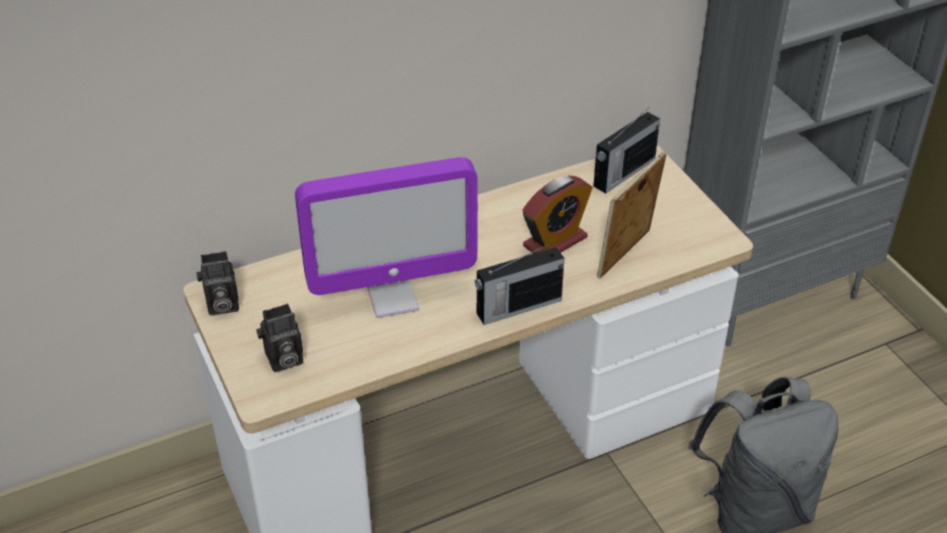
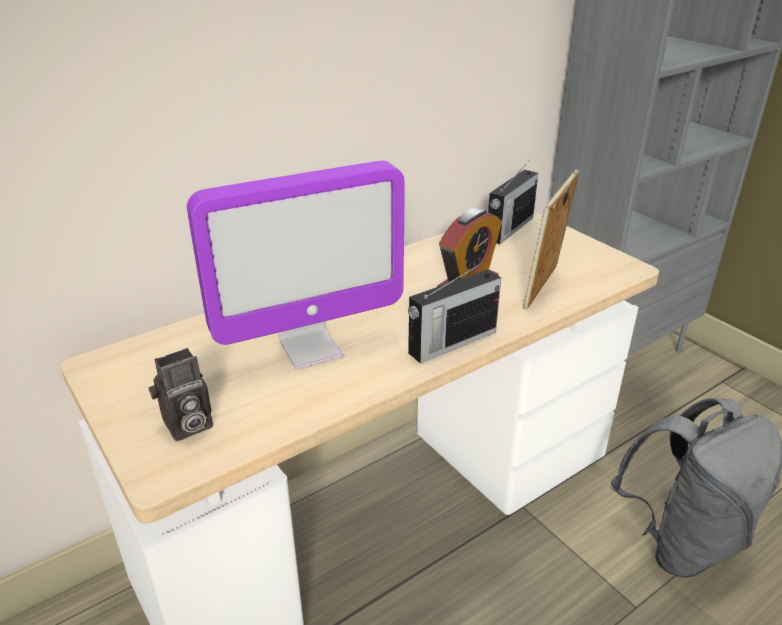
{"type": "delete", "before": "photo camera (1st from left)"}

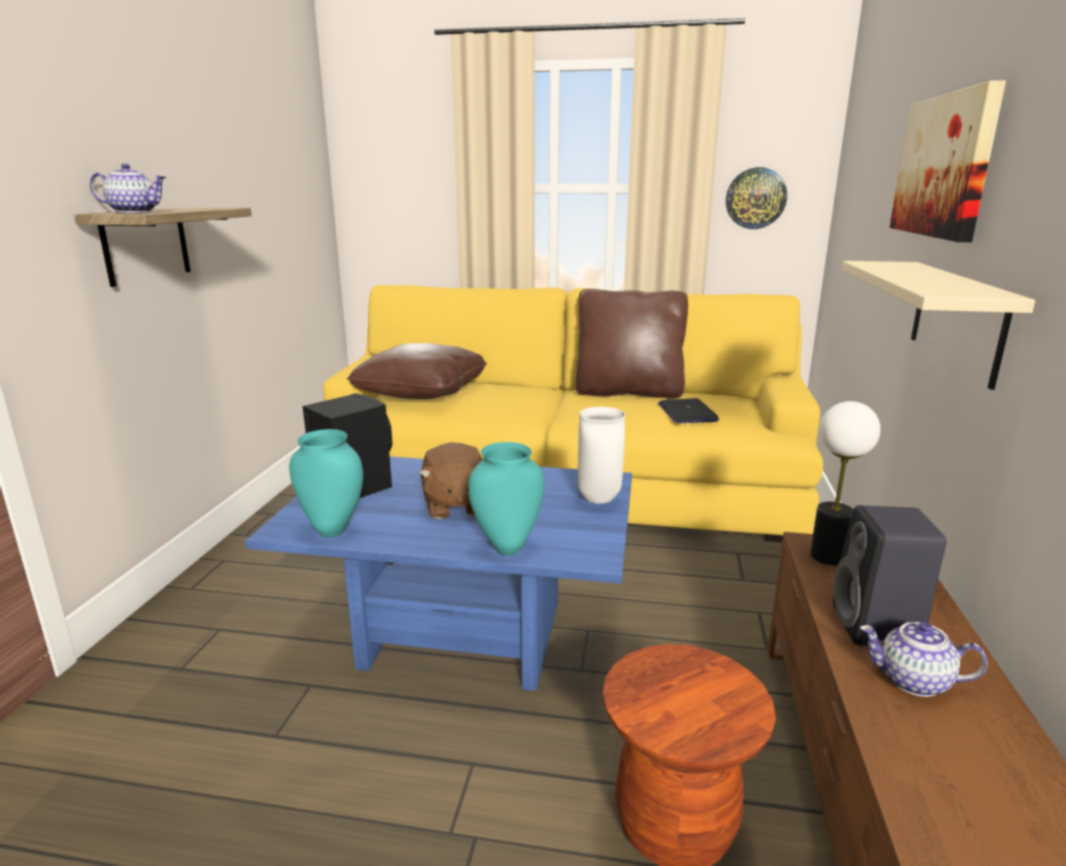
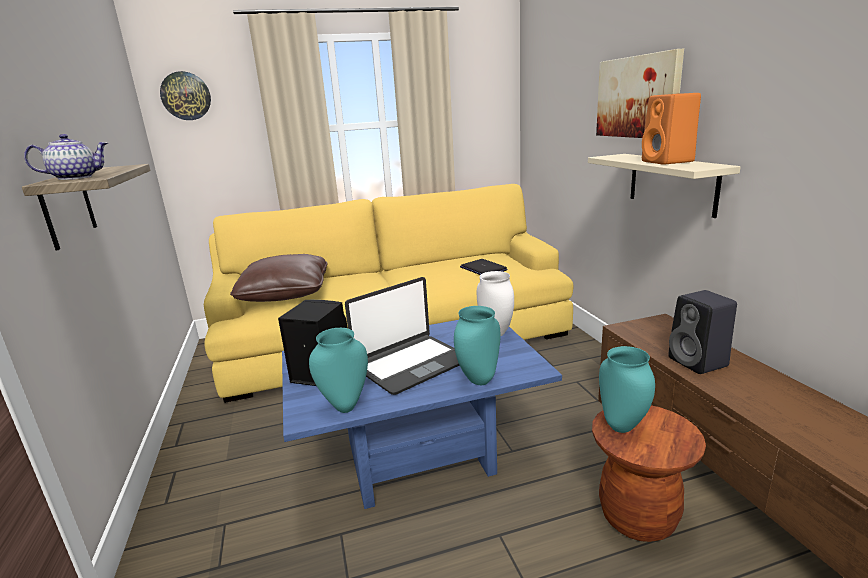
{"type": "move", "before": "wall clock"}
{"type": "replace", "before": "brown plush toy", "after": "laptop (1st from left)"}
{"type": "insert", "after": "turquoise vase (3rd from left)"}
{"type": "insert", "after": "orange speaker"}
{"type": "delete", "before": "brown pillow (2nd from left)"}
{"type": "delete", "before": "table lamp"}
{"type": "delete", "before": "teapot (2nd from left)"}

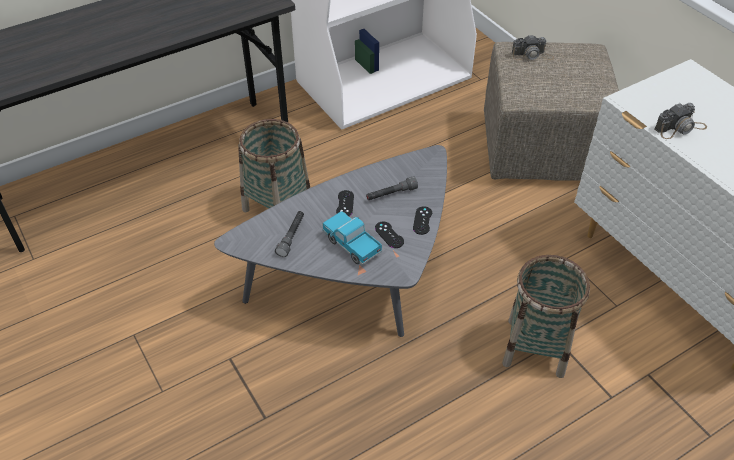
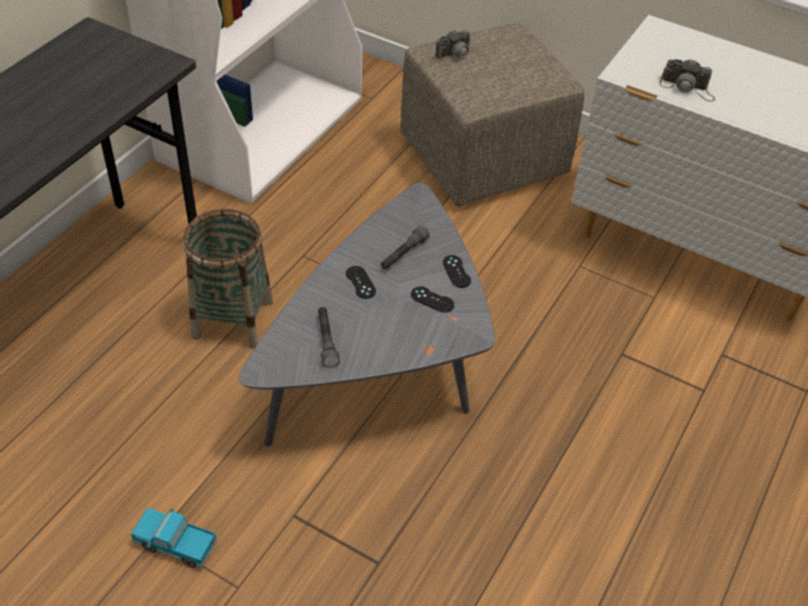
{"type": "move", "before": "toy truck"}
{"type": "rotate", "before": "photo camera (2nd from left)", "turn": 75}
{"type": "delete", "before": "basket (2nd from left)"}

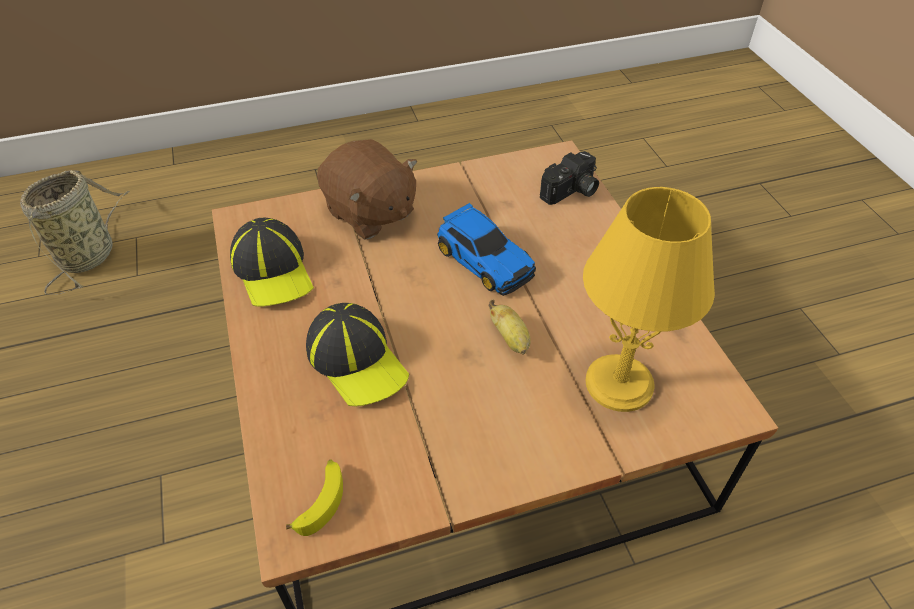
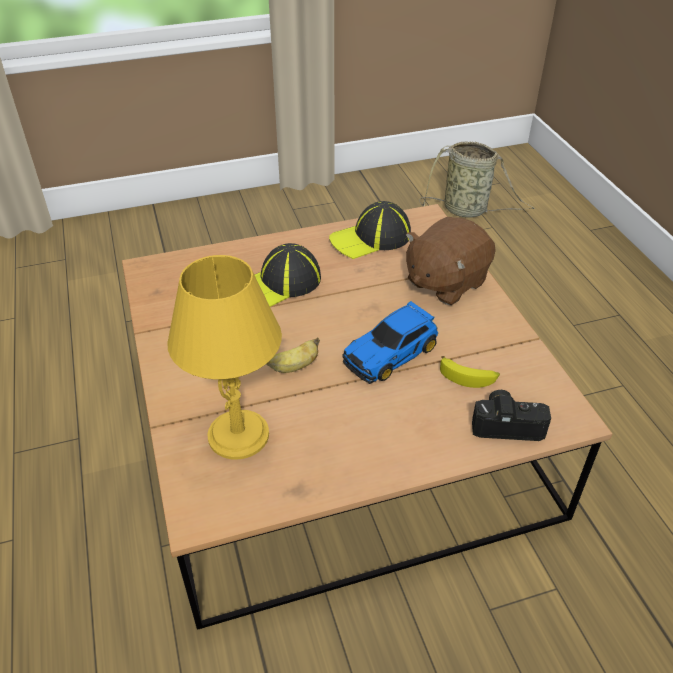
{"type": "move", "before": "banana (1st from left in the first image)", "after": "banana (2nd from left)"}
{"type": "rotate", "before": "photo camera", "turn": 135}

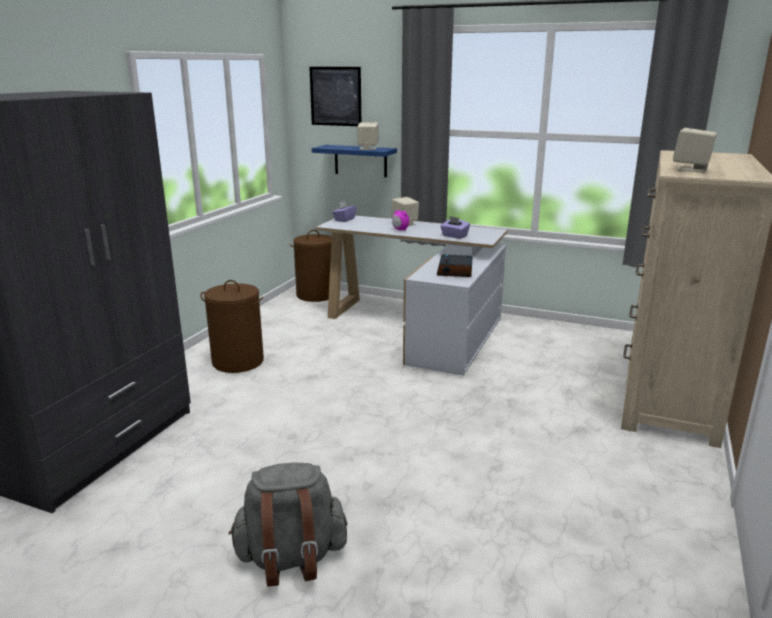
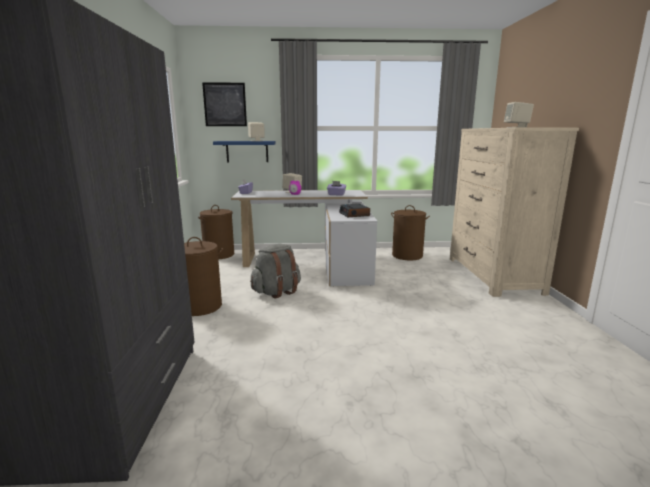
{"type": "move", "before": "grey backpack"}
{"type": "insert", "after": "brown laundry basket (3rd from left)"}

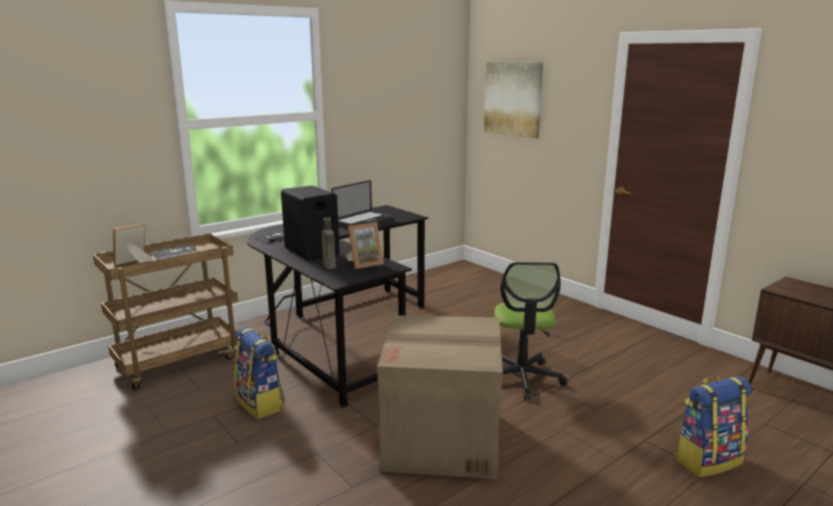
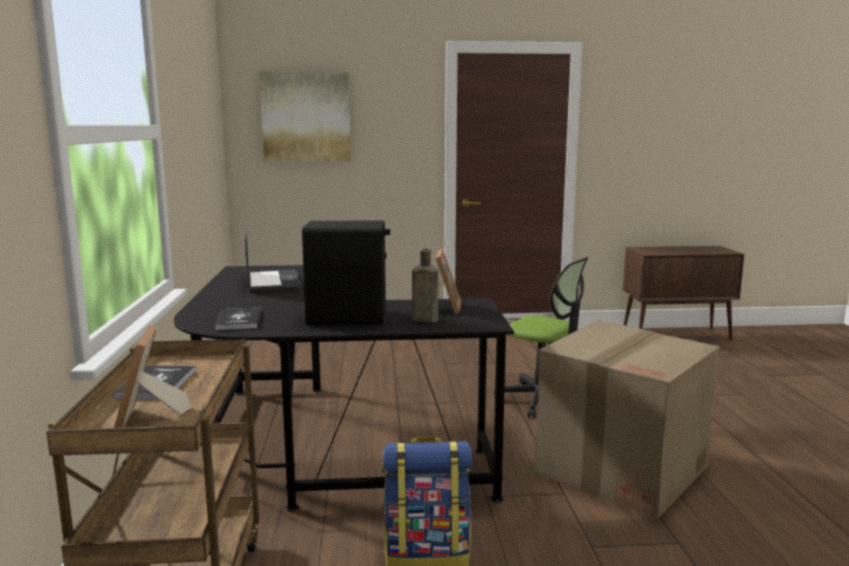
{"type": "delete", "before": "backpack (2nd from left)"}

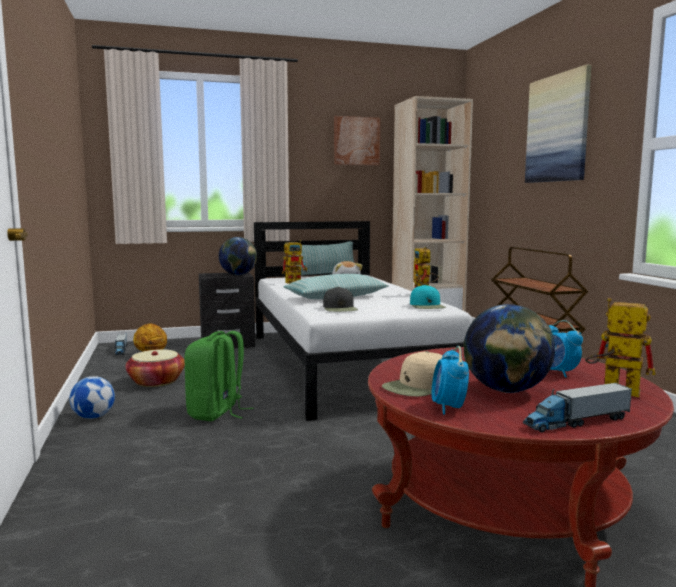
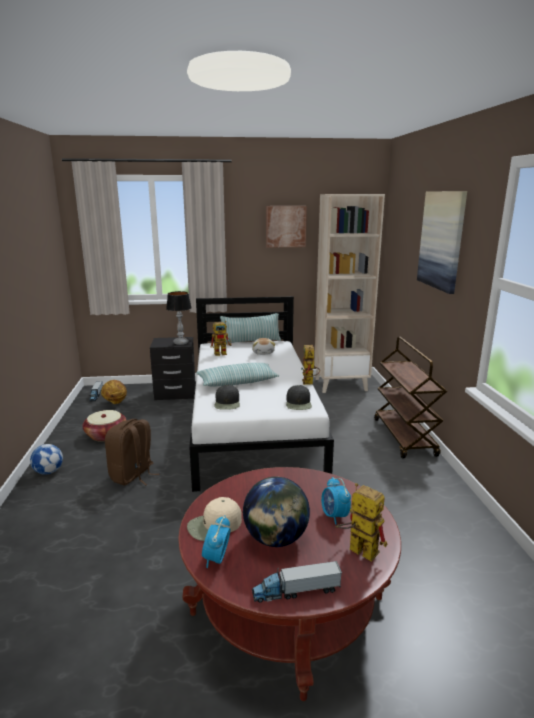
{"type": "recolor", "before": "green backpack", "after": "brown backpack"}
{"type": "replace", "before": "globe (1st from left)", "after": "table lamp"}
{"type": "recolor", "before": "turquoise cap", "after": "black cap (2nd from left)"}

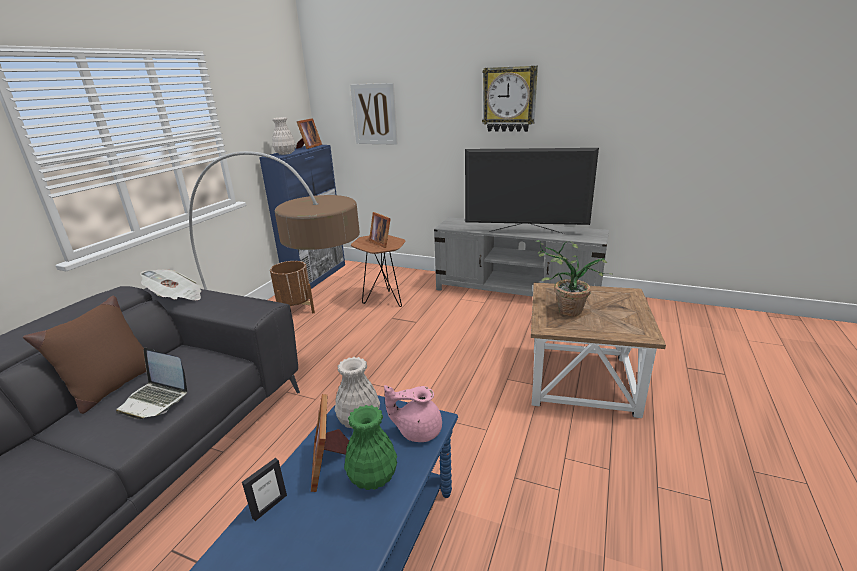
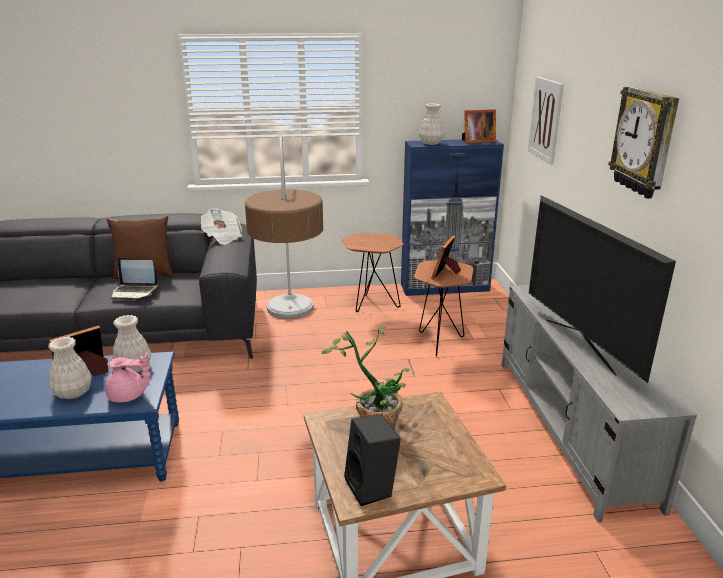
{"type": "recolor", "before": "green vase", "after": "white vase (1st from left)"}
{"type": "rotate", "before": "pink teapot", "turn": 120}
{"type": "rotate", "before": "laptop", "turn": -75}
{"type": "replace", "before": "brown planter", "after": "brown side table (1st from left)"}
{"type": "insert", "after": "black speaker"}
{"type": "delete", "before": "picture frame (1st from left)"}

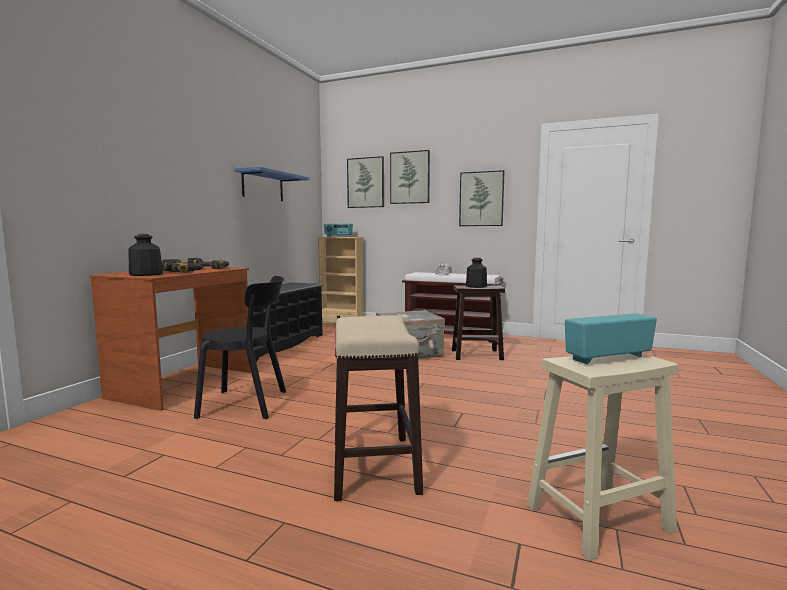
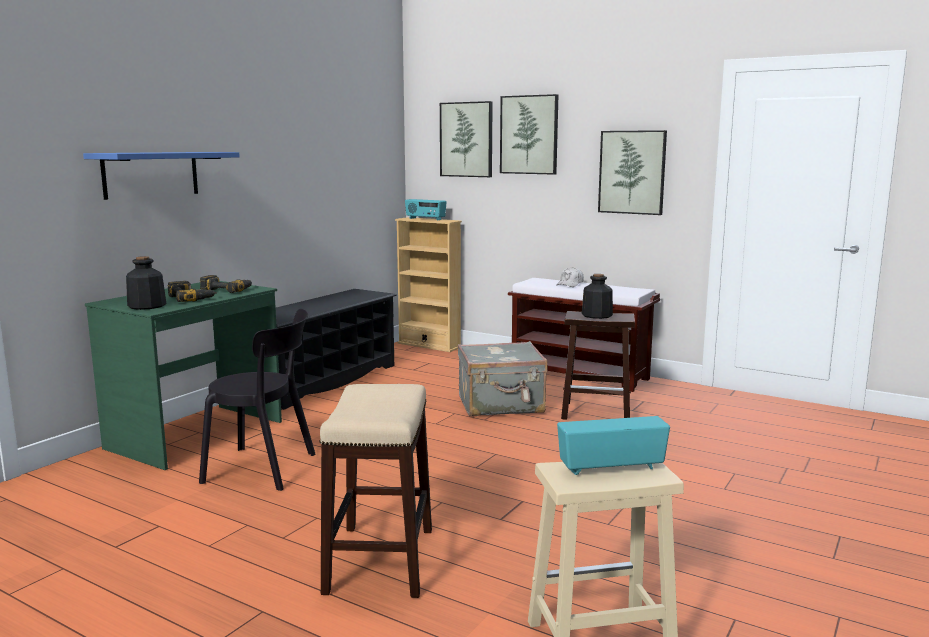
{"type": "move", "before": "blue shelf"}
{"type": "recolor", "before": "brown desk", "after": "green desk"}

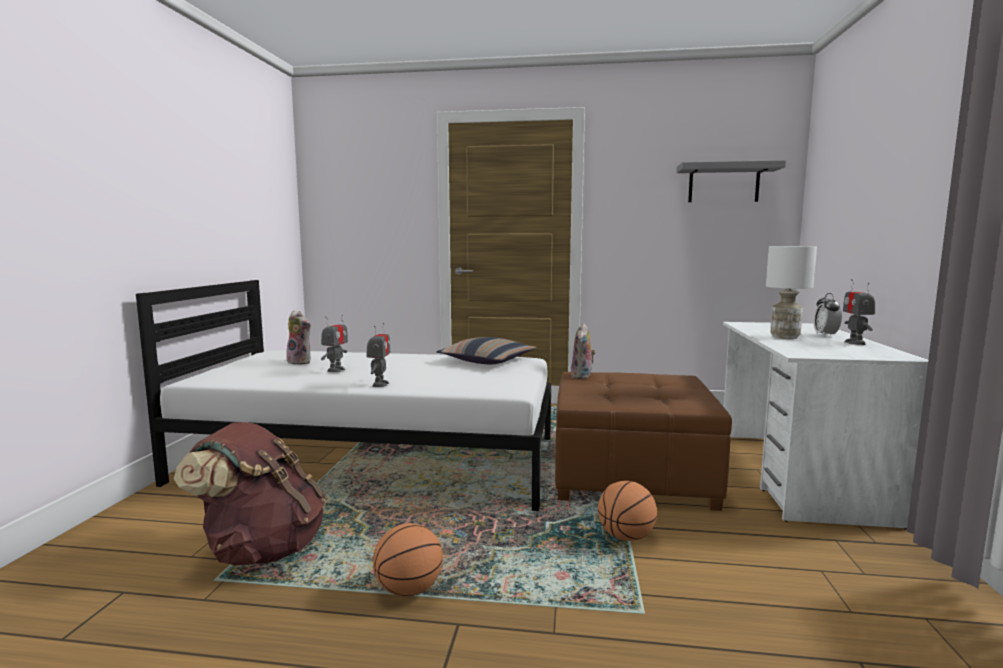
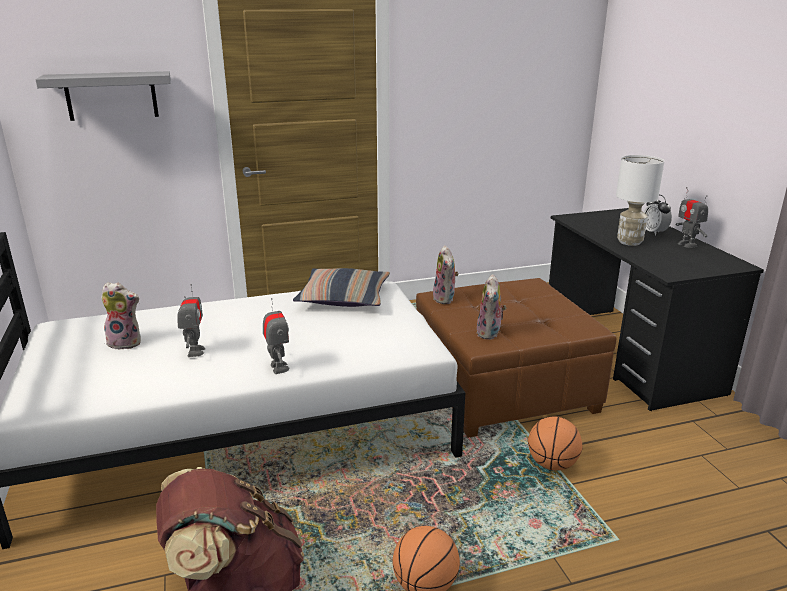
{"type": "move", "before": "grey shelf"}
{"type": "insert", "after": "plush toy (3rd from left)"}
{"type": "recolor", "before": "white desk", "after": "black desk"}

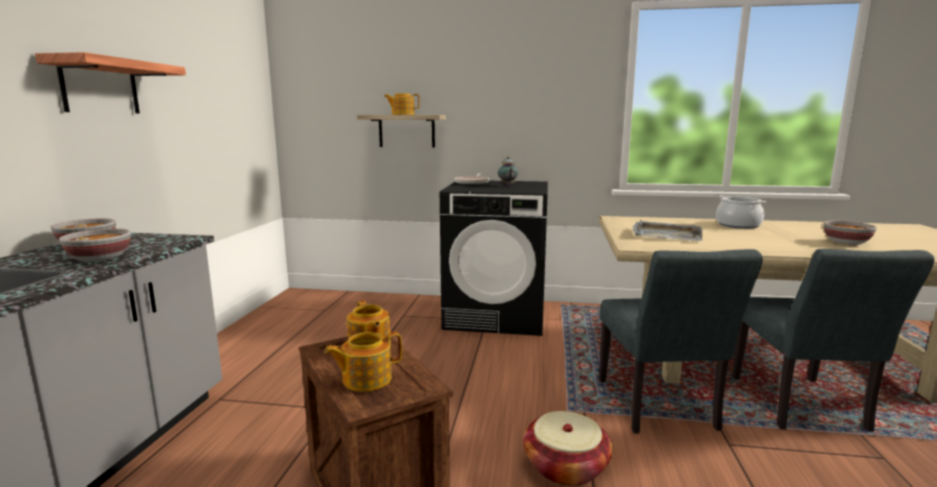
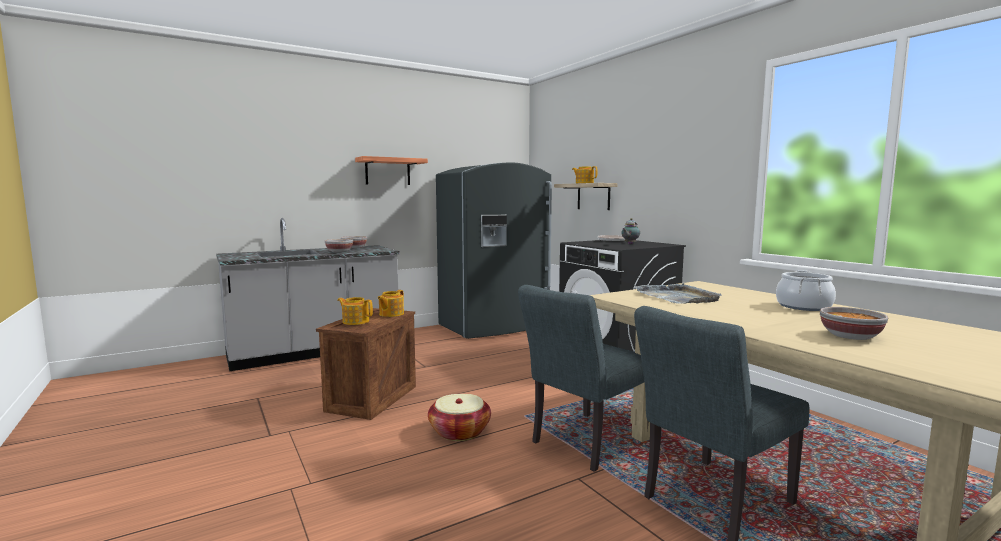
{"type": "insert", "after": "grey fridge"}

